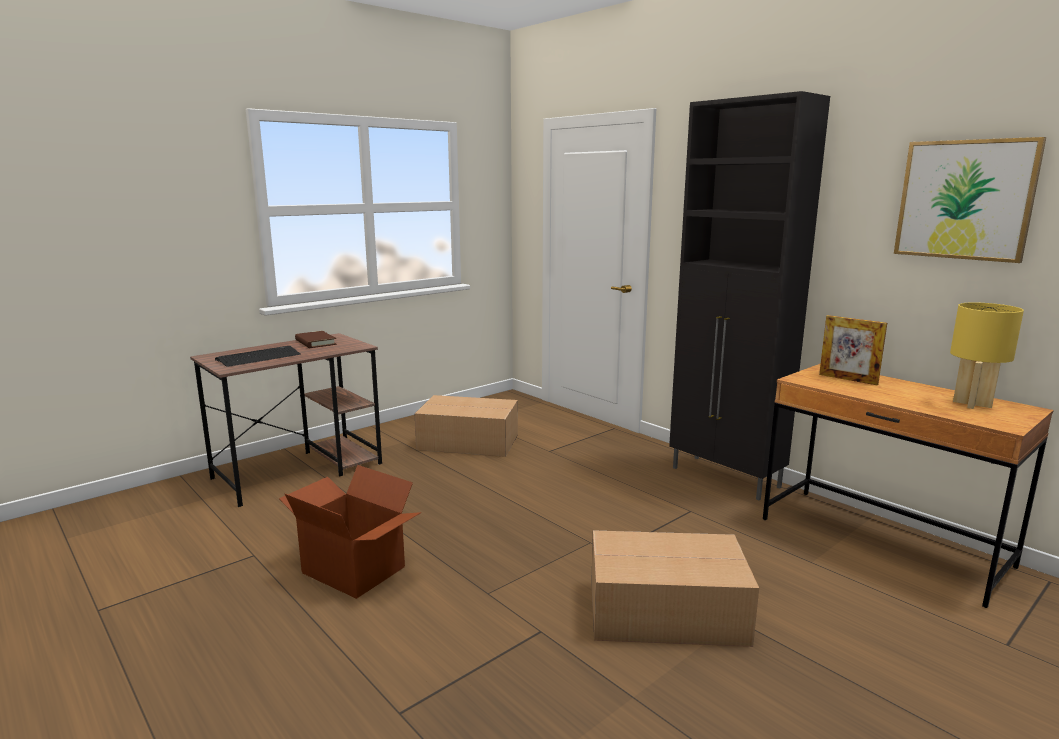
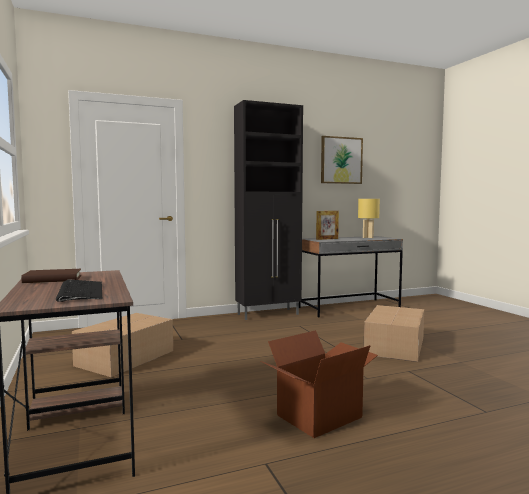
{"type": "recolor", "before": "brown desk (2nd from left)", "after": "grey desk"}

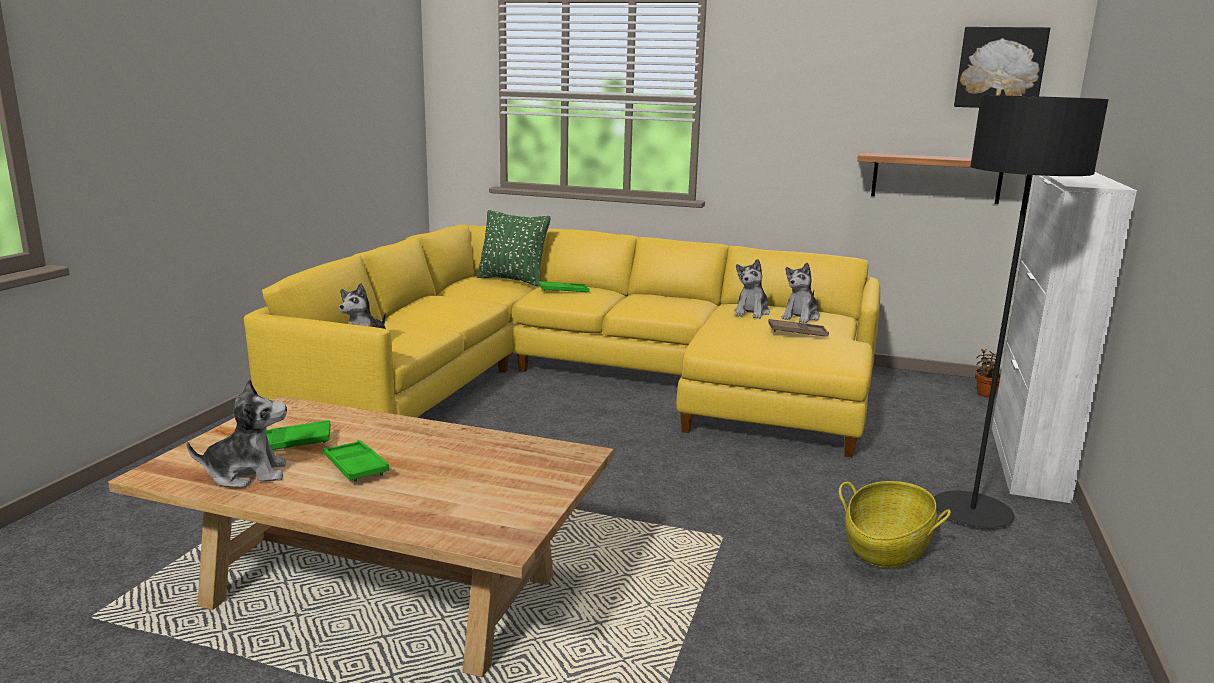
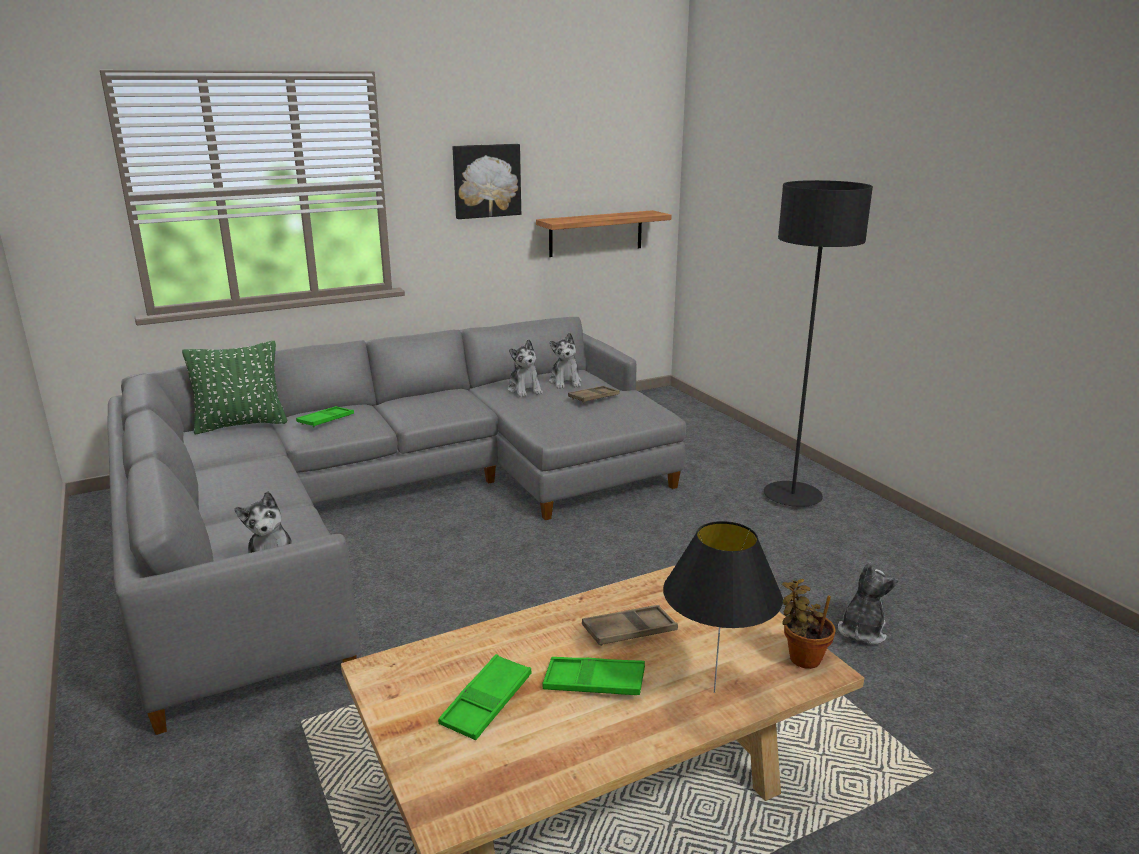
{"type": "recolor", "before": "yellow sofa", "after": "grey sofa"}
{"type": "move", "before": "picture"}
{"type": "insert", "after": "brown tray (2nd from left)"}
{"type": "insert", "after": "black table lamp"}
{"type": "move", "before": "potted plant"}
{"type": "move", "before": "plush toy (1st from left in the first image)", "after": "plush toy (4th from left)"}
{"type": "delete", "before": "basket"}
{"type": "delete", "before": "white cabinet"}

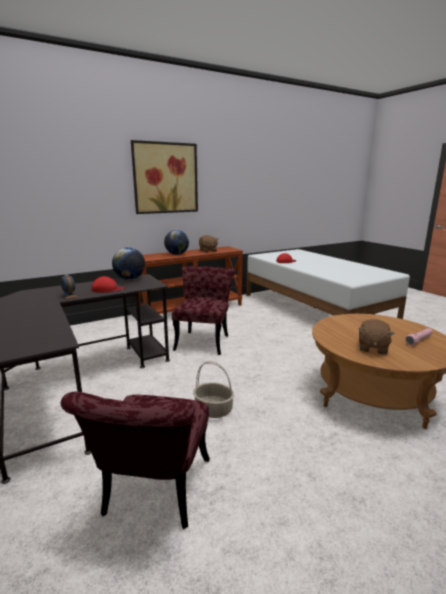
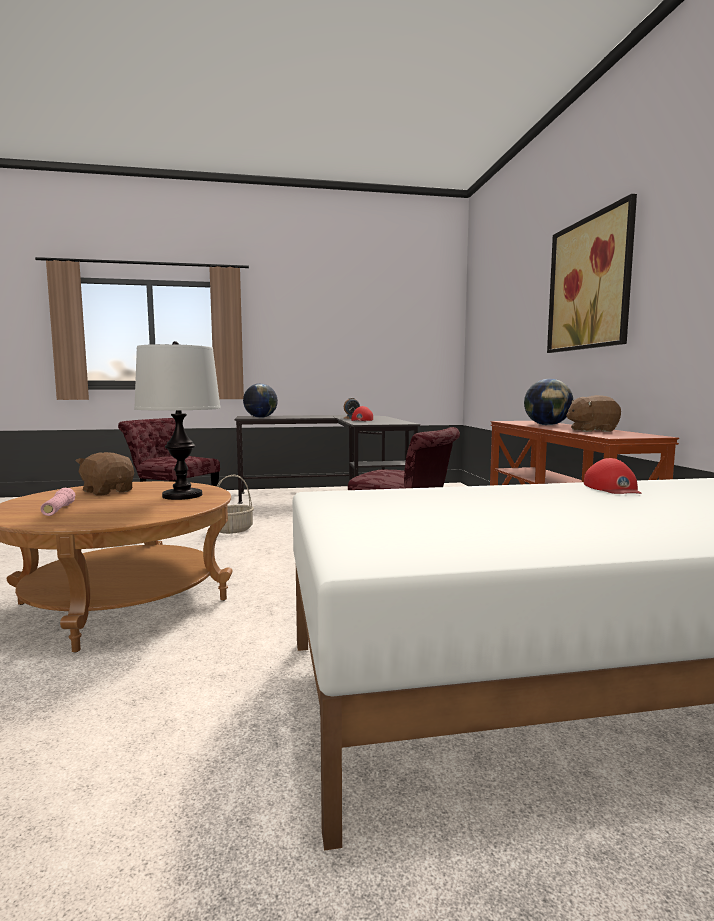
{"type": "insert", "after": "table lamp"}
{"type": "move", "before": "globe (1st from left)"}

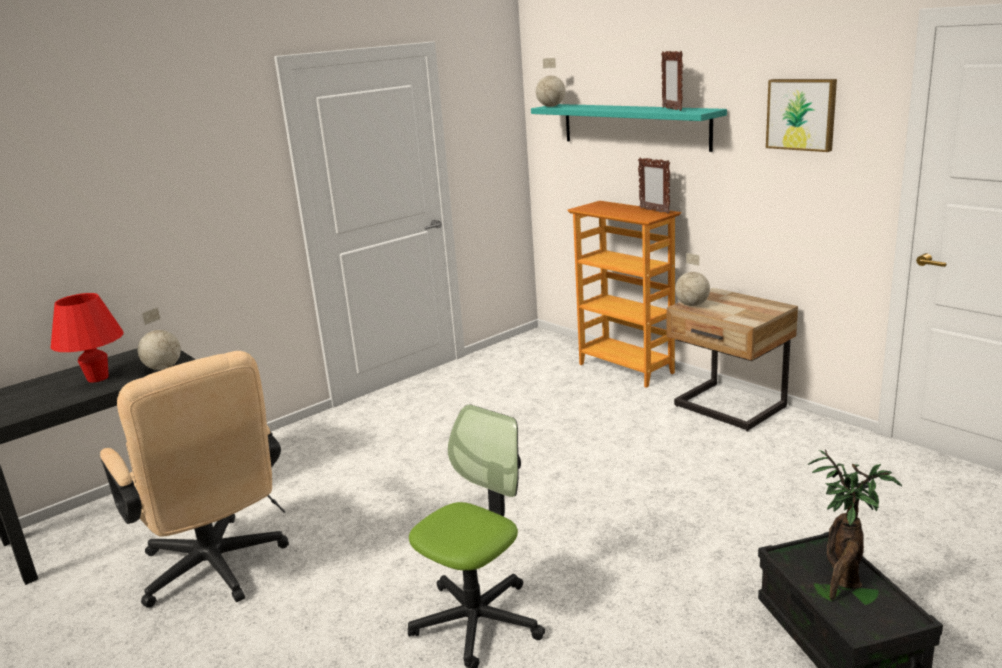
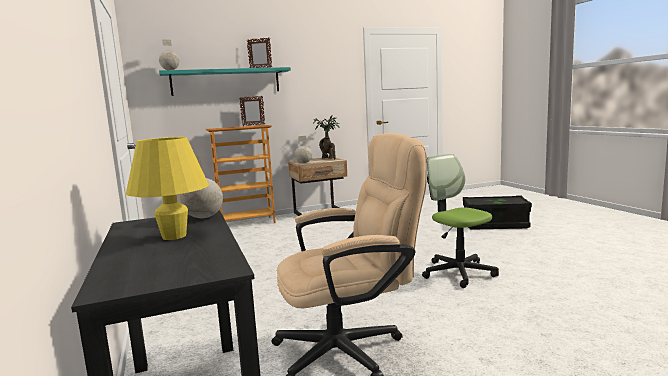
{"type": "recolor", "before": "red table lamp", "after": "yellow table lamp"}
{"type": "move", "before": "potted plant"}
{"type": "delete", "before": "picture"}

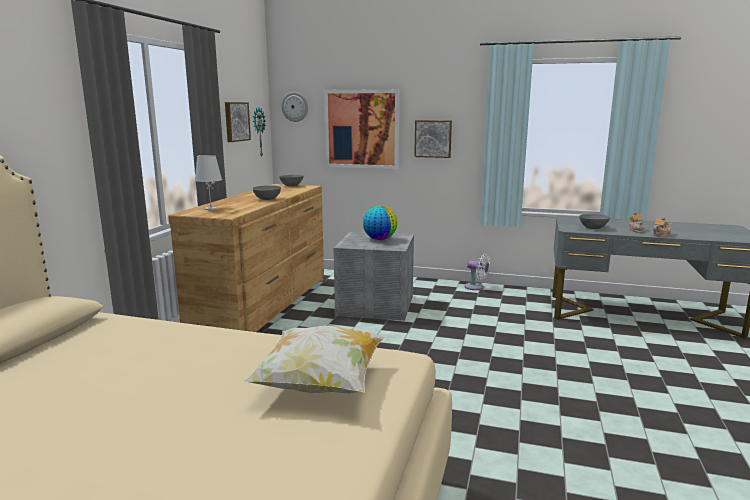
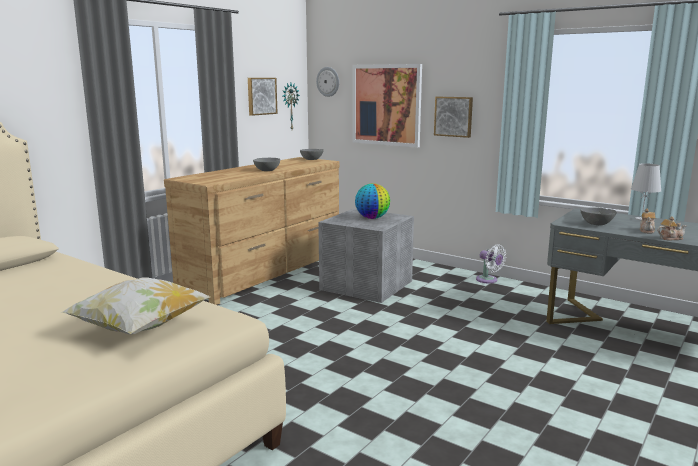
{"type": "move", "before": "white table lamp"}

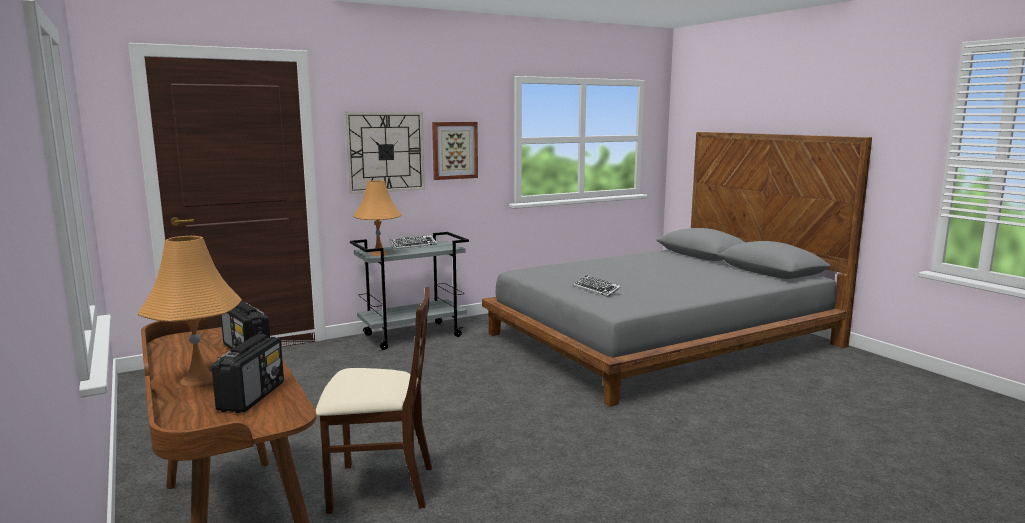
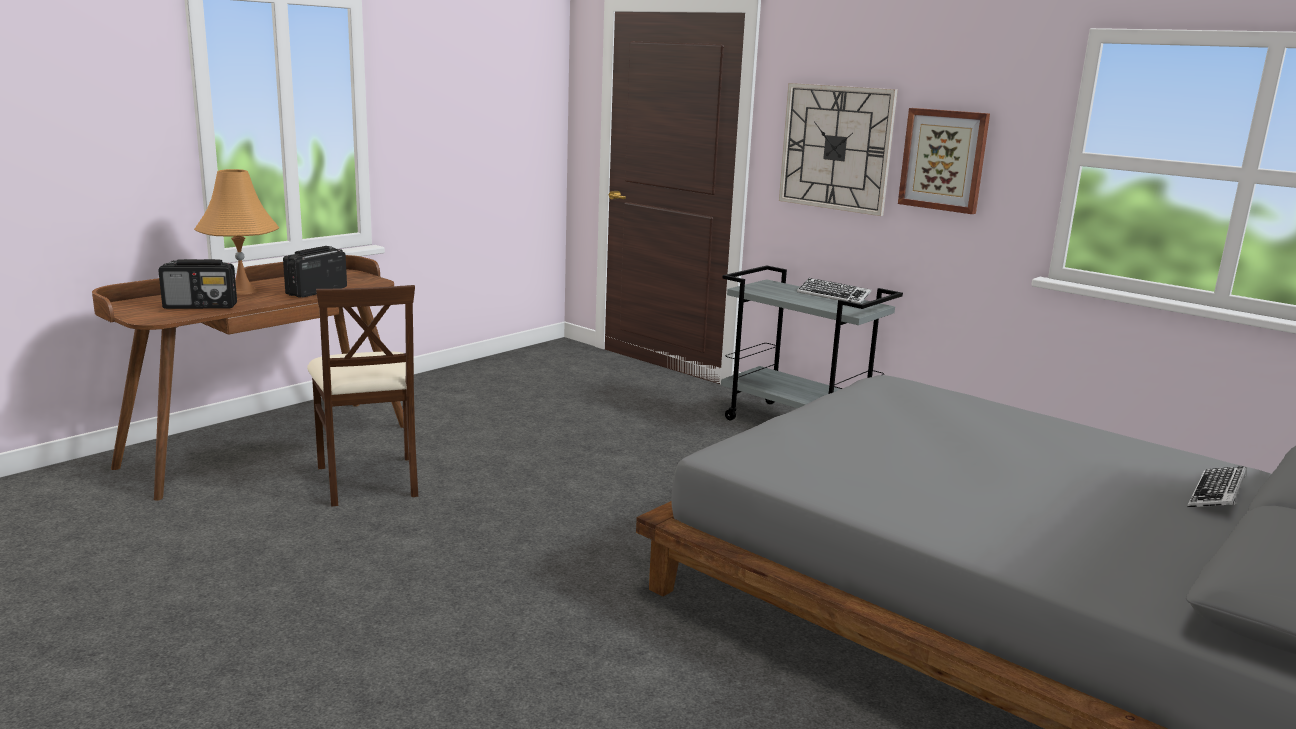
{"type": "move", "before": "keyboard (2nd from left)"}
{"type": "delete", "before": "orange table lamp (2nd from left)"}

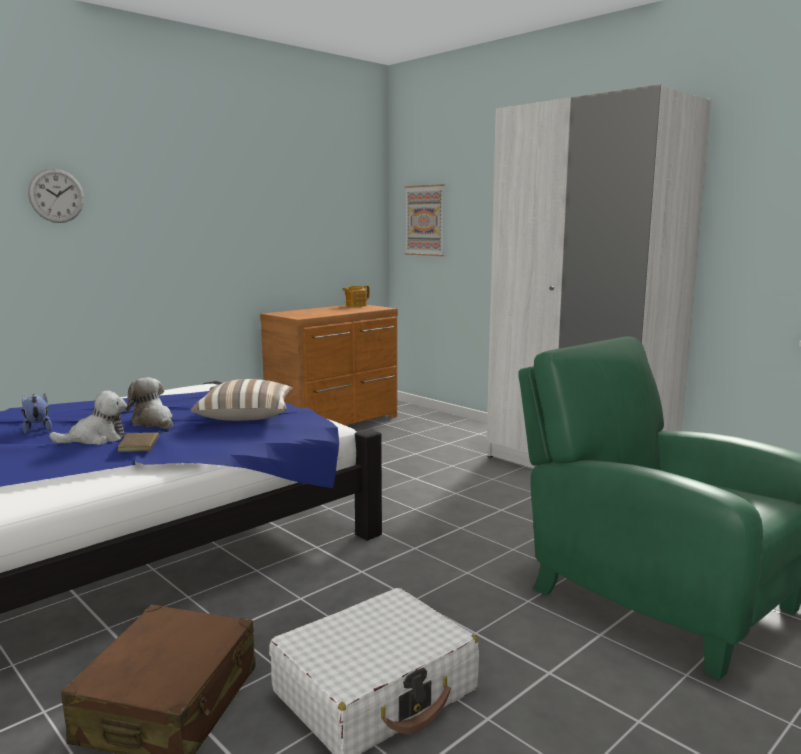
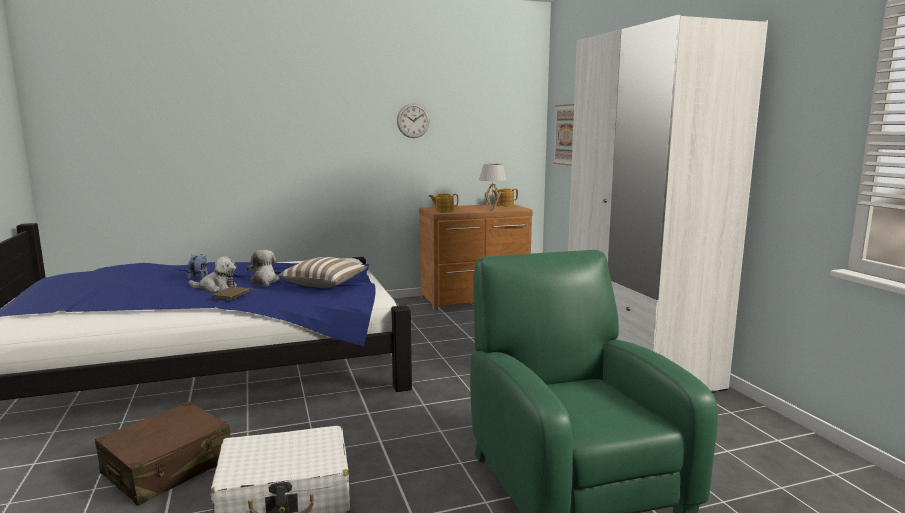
{"type": "move", "before": "wall clock"}
{"type": "insert", "after": "teapot (1st from left)"}
{"type": "insert", "after": "white table lamp"}

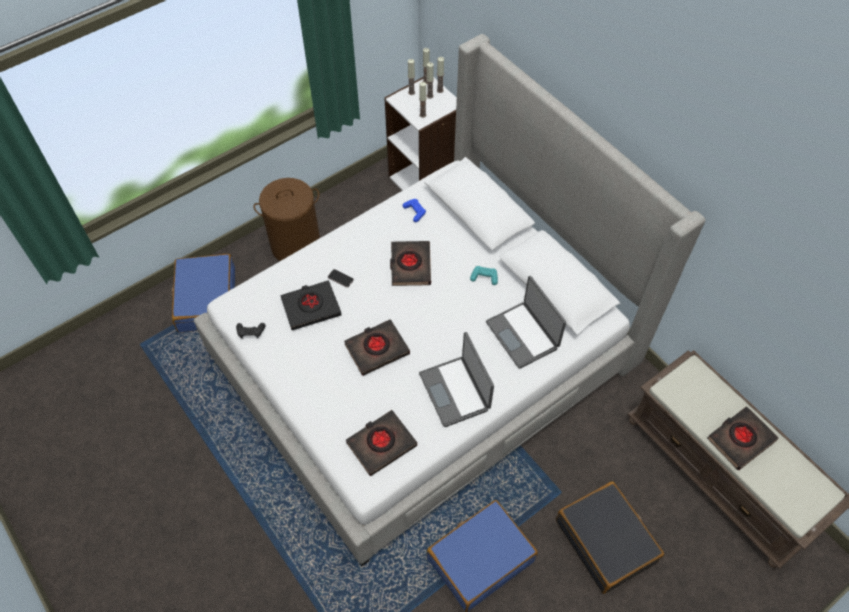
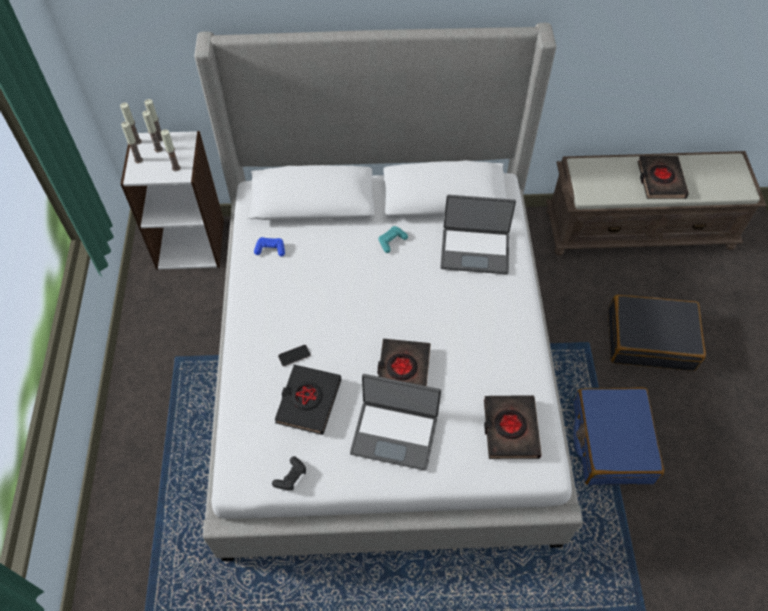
{"type": "move", "before": "laptop (1st from left)"}
{"type": "delete", "before": "blue suitcase (1st from left)"}
{"type": "delete", "before": "brown laundry basket"}
{"type": "delete", "before": "black book (4th from left)"}

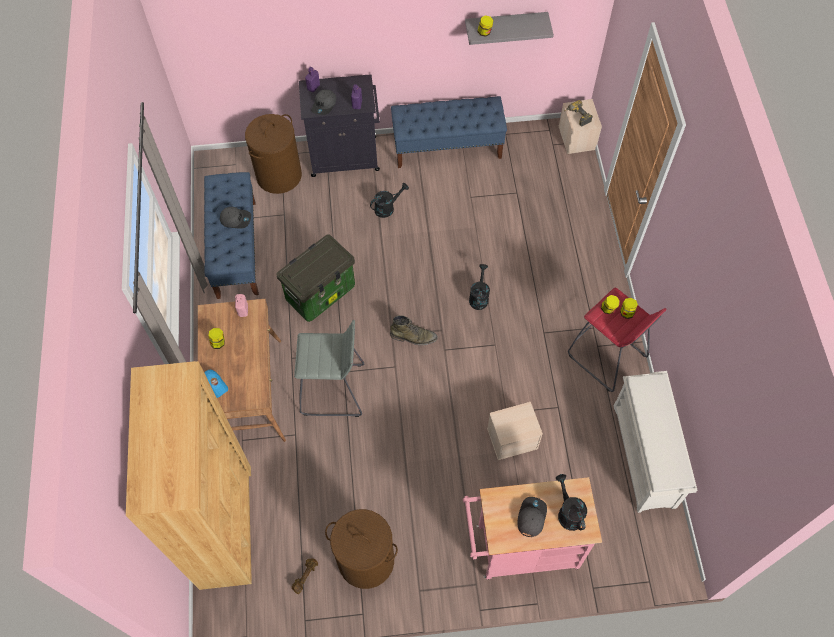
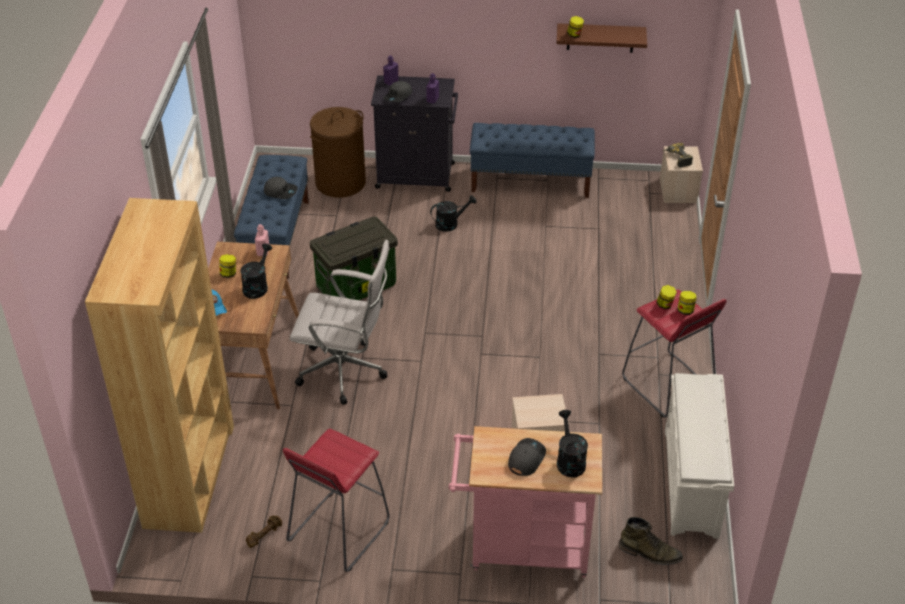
{"type": "move", "before": "black watering can (2nd from left in the first image)", "after": "black watering can (1st from left)"}
{"type": "replace", "before": "brown laundry basket (2nd from left)", "after": "red stool (1st from left)"}
{"type": "replace", "before": "grey stool", "after": "white office chair"}
{"type": "recolor", "before": "grey shelf", "after": "brown shelf"}
{"type": "move", "before": "green boot"}

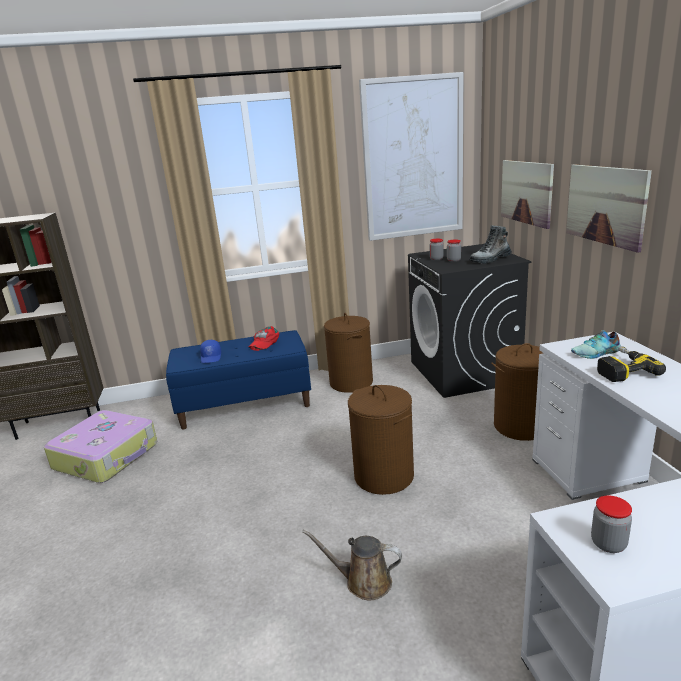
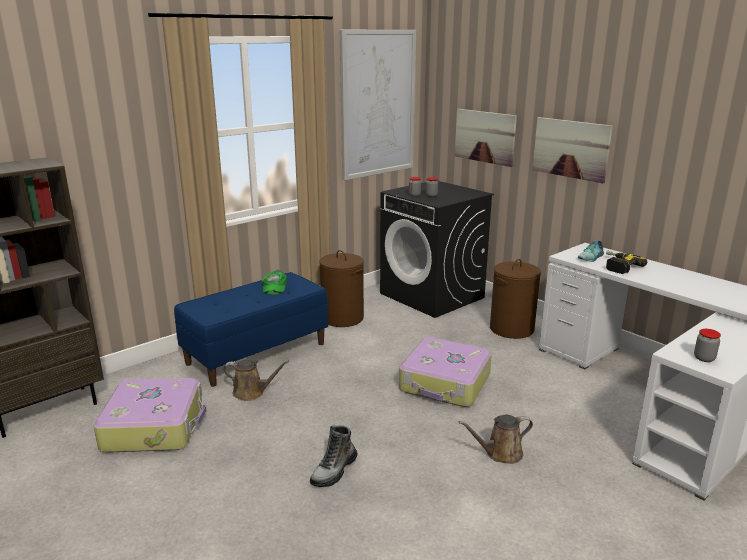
{"type": "insert", "after": "brown watering can (1st from left)"}
{"type": "recolor", "before": "red cap", "after": "green cap"}
{"type": "move", "before": "boot"}
{"type": "replace", "before": "brown laundry basket (2nd from left)", "after": "suitcase (2nd from left)"}
{"type": "delete", "before": "blue cap"}

